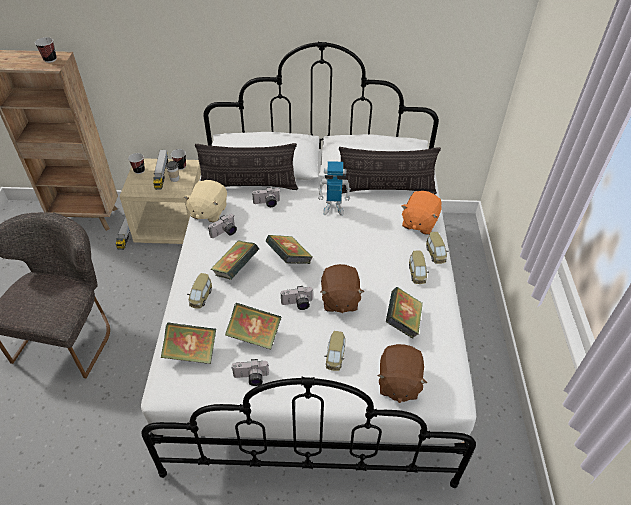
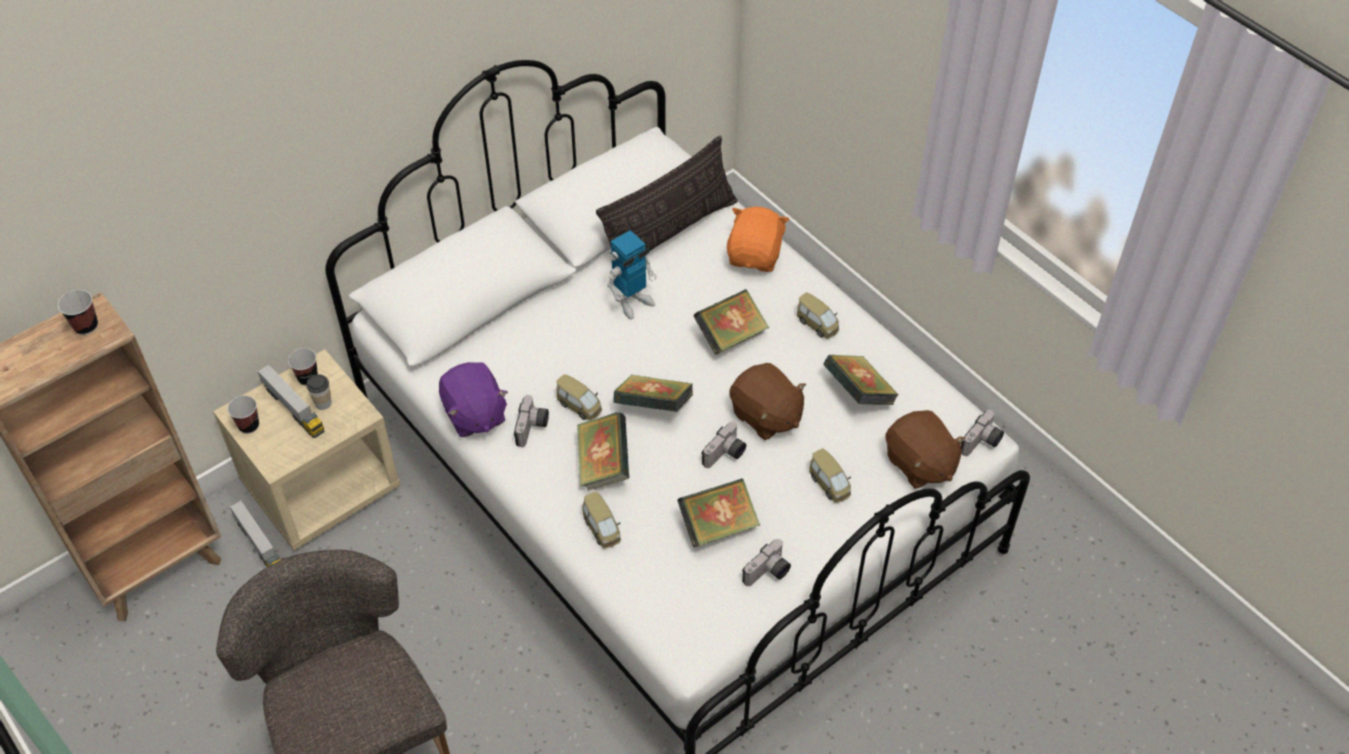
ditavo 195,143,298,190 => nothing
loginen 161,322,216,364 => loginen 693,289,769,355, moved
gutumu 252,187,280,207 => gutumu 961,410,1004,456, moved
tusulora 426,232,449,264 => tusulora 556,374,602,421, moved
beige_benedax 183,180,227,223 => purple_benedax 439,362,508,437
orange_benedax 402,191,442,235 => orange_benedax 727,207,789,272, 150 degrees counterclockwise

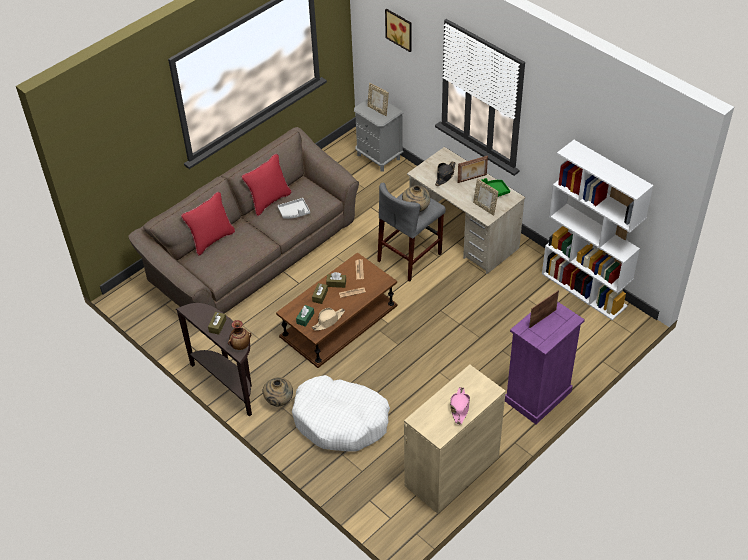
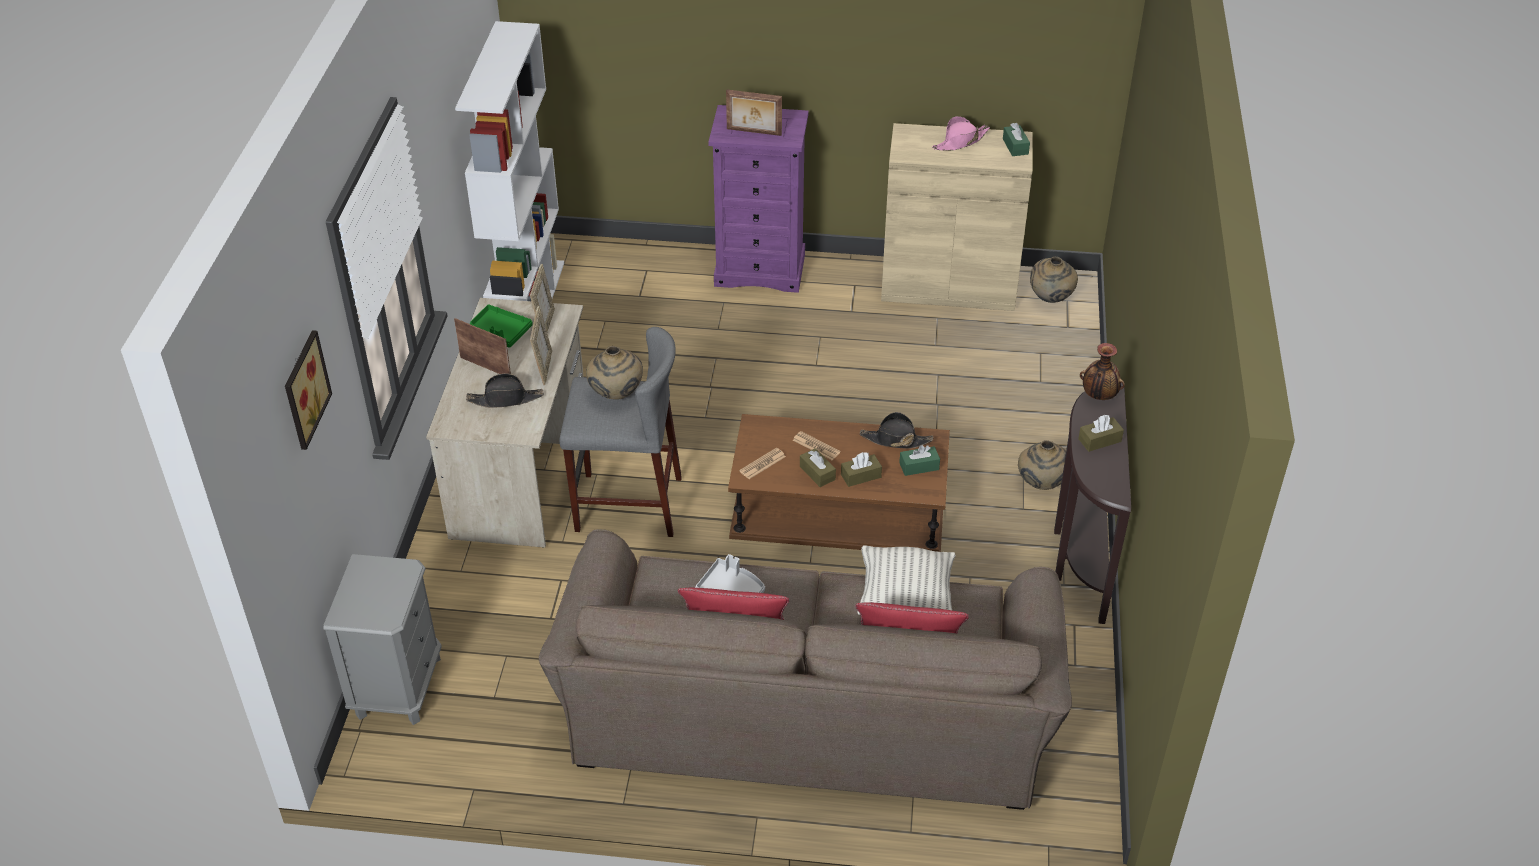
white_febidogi 292,375,390,452 => nothing
nothing => ditavo 857,545,956,615
nothing => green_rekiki 1003,123,1030,156
nothing => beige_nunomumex 1030,257,1078,303
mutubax 367,83,389,116 => mutubax 530,306,552,385, moved
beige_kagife 312,308,345,331 => black_kagife 860,412,933,449

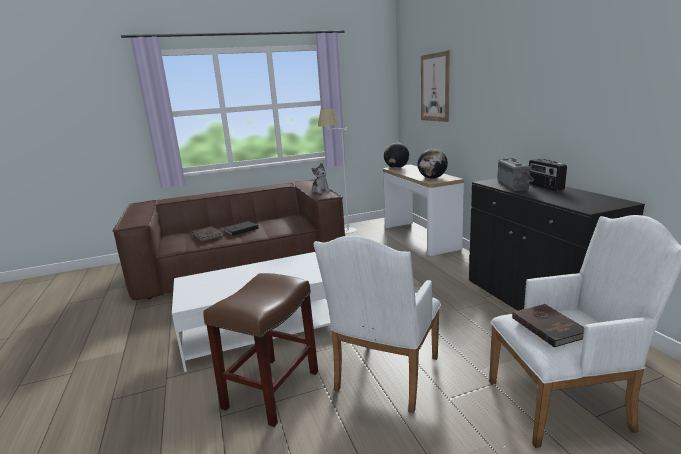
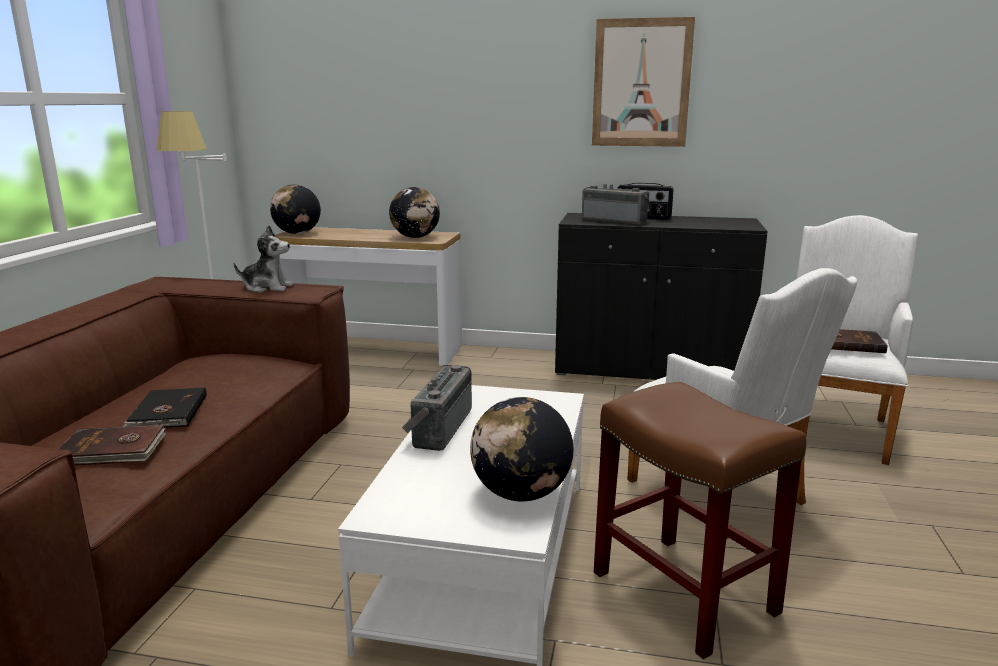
nothing => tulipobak 402,365,472,451
nothing => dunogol 470,397,574,501
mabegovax 421,50,450,122 => mabegovax 592,17,695,147, moved

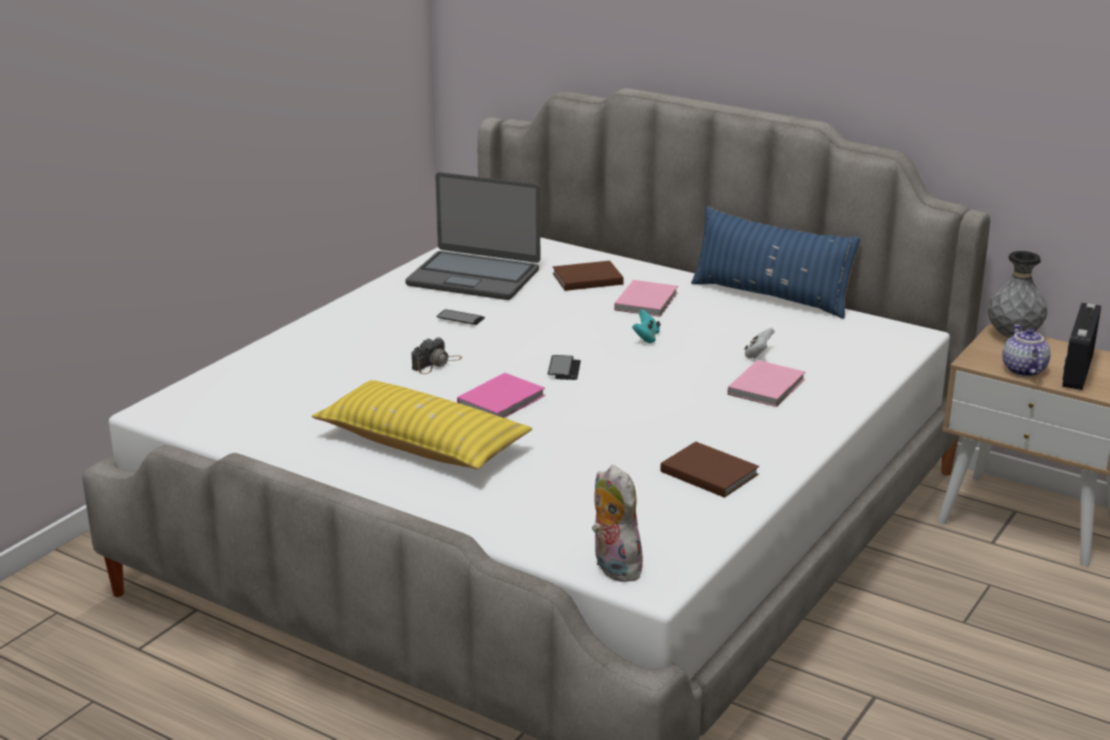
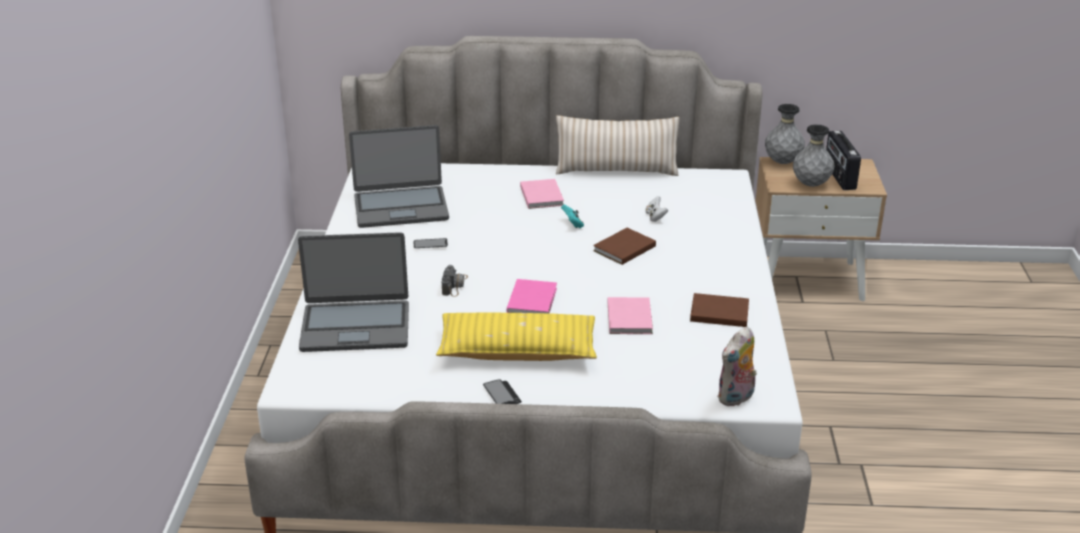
nothing => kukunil 298,232,409,352
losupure 548,355,581,380 => losupure 483,379,522,404, moved
brown_loginen 553,261,624,291 => brown_loginen 593,228,656,265, moved
pink_loginen 728,360,805,407 => pink_loginen 607,297,653,334, moved
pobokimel 1002,325,1051,377 => grey_nunomumex 793,125,834,187
blue_ditavo 691,207,861,319 => beige_ditavo 556,115,679,176
benedax 592,465,643,582 => benedax 717,327,757,406, 75 degrees counterclockwise

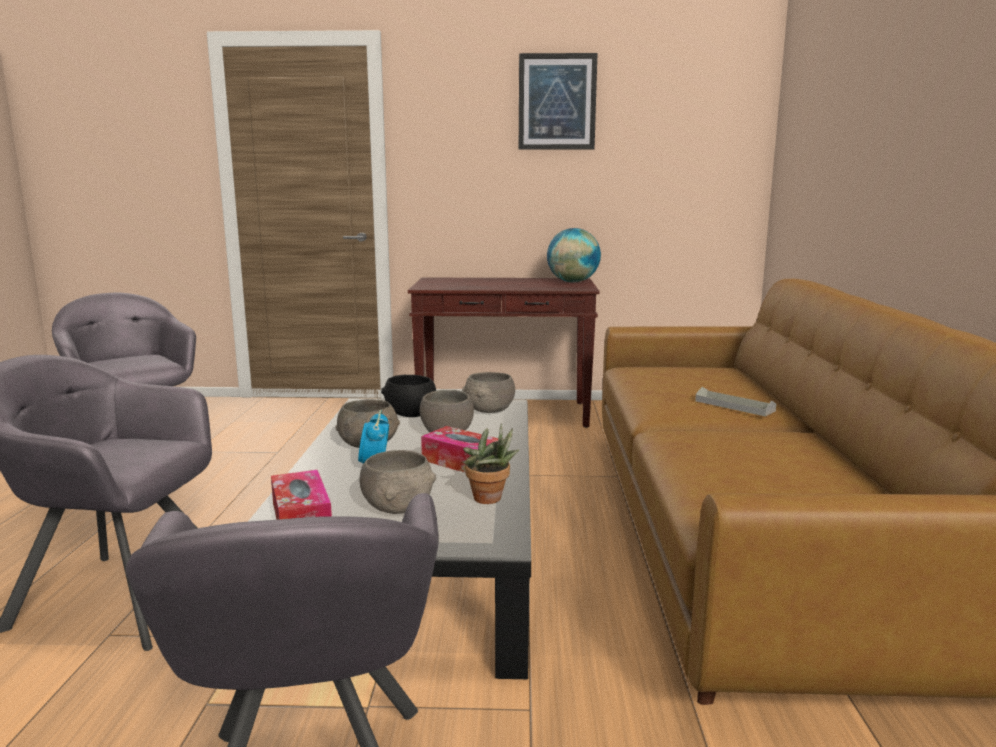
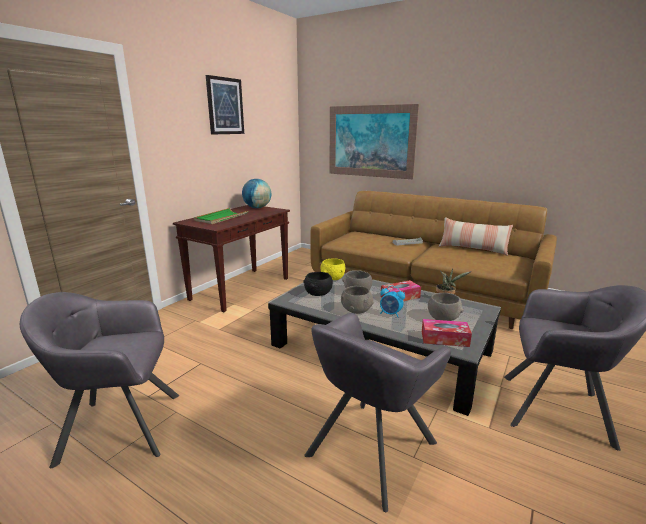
nothing => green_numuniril 194,208,248,224
nothing => mabegovax 329,104,419,179
nothing => ditavo 439,217,513,256
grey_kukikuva 462,372,515,413 => yellow_kukikuva 321,258,345,280

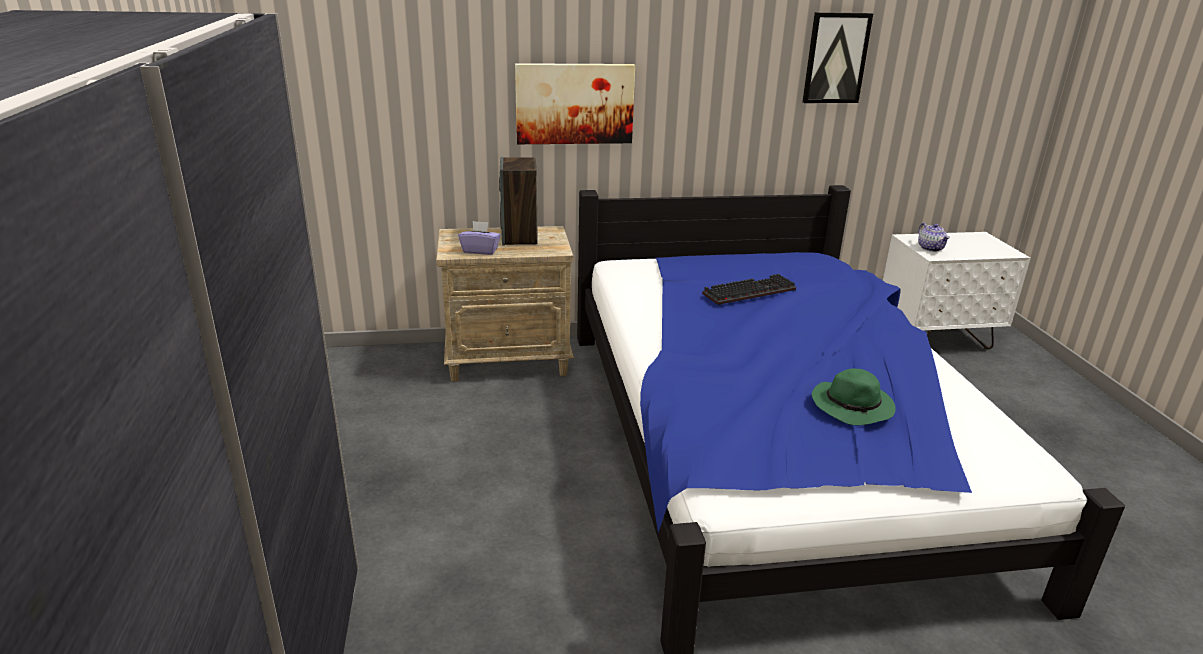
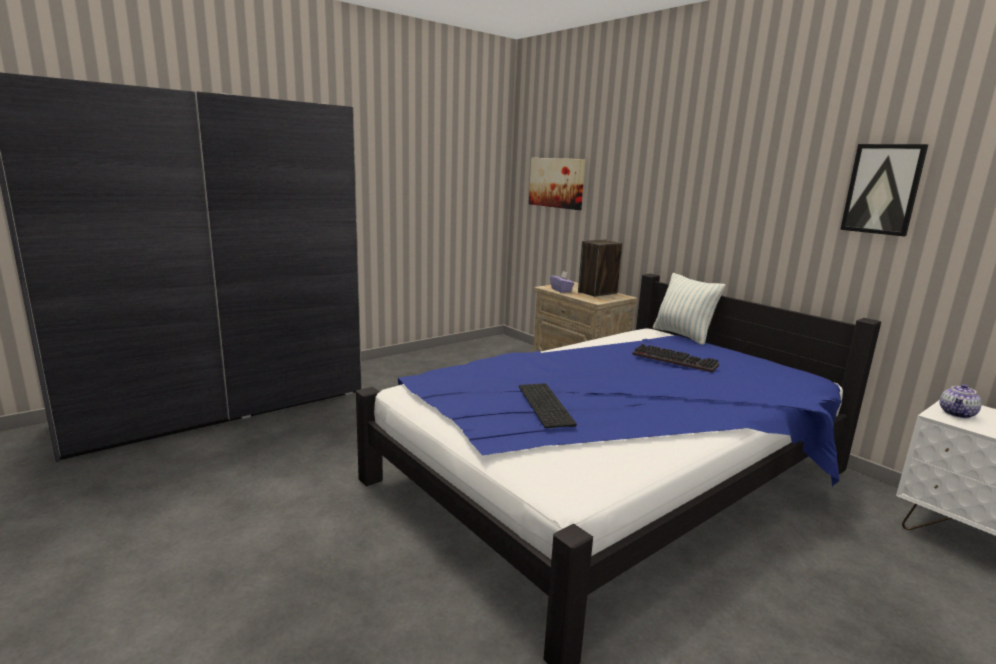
nothing => ditavo 653,273,725,345
mabegovax 515,63,635,144 => mabegovax 529,158,585,210, moved
green_kagife 812,369,896,425 => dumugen 519,383,577,428

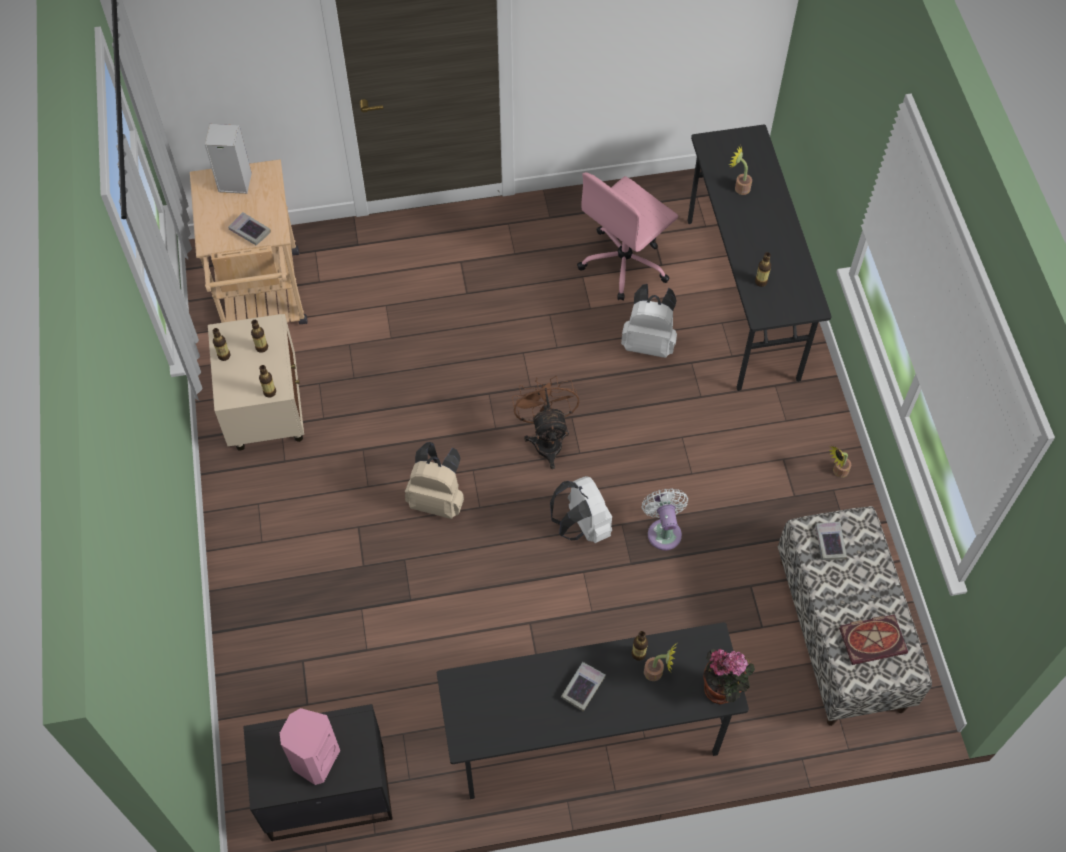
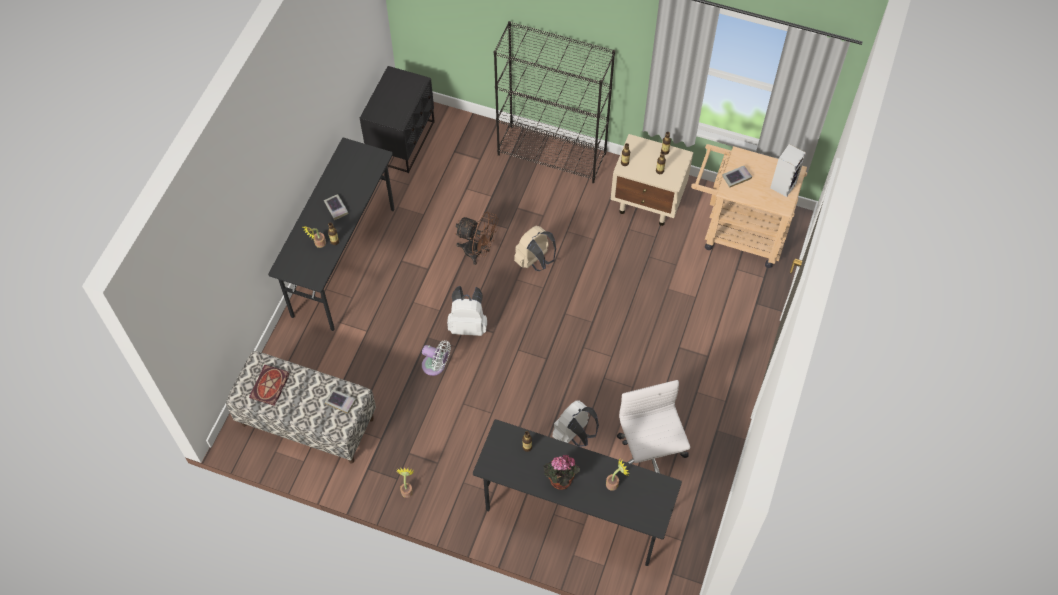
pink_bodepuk 280,708,340,785 => nothing
nothing => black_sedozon 494,21,615,183
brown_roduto 512,376,579,469 => brown_roduto 455,212,499,265, moved
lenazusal 703,649,755,705 => lenazusal 543,455,580,490, moved
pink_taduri 577,172,678,301 => white_taduri 617,380,690,473

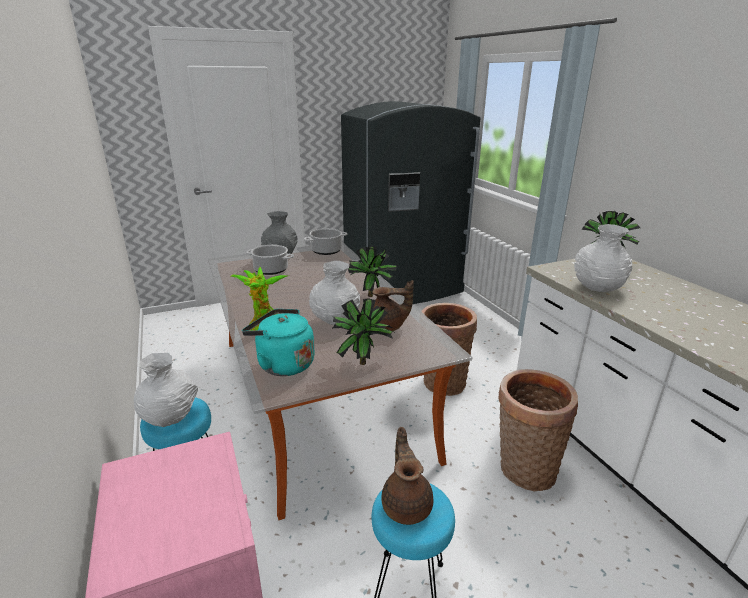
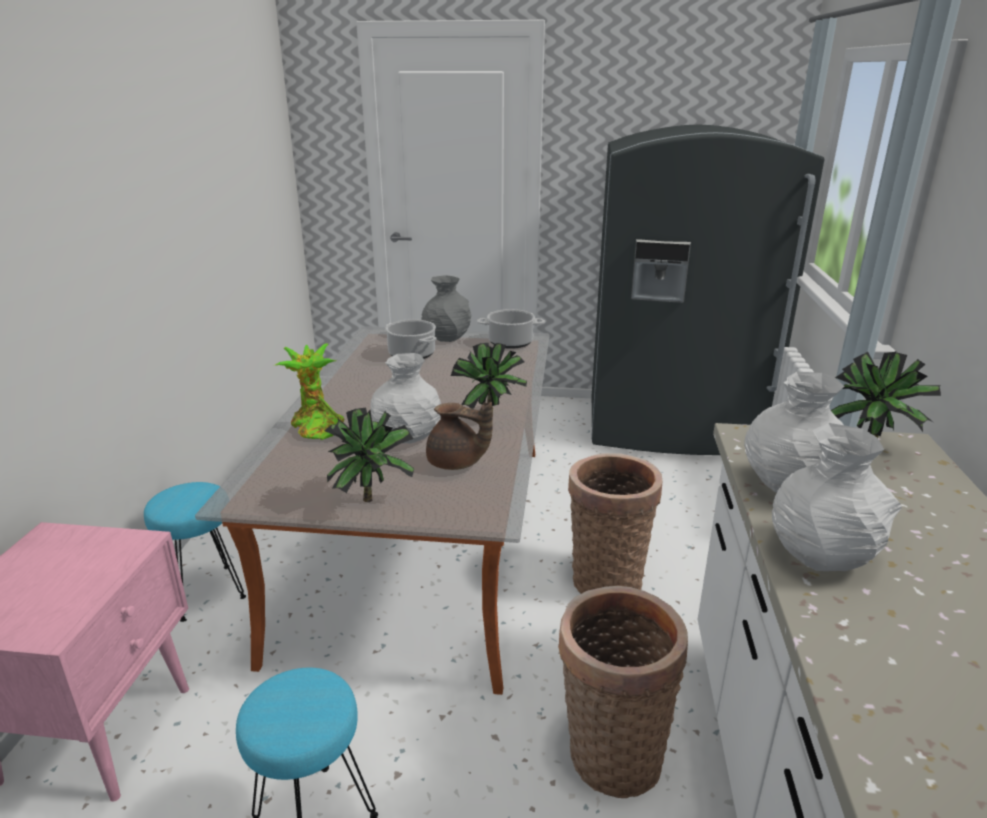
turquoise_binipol 242,309,314,376 => nothing
brown_pobokimel 381,427,433,525 => nothing
white_nunomumex 134,353,198,427 => white_nunomumex 772,423,902,571, moved

